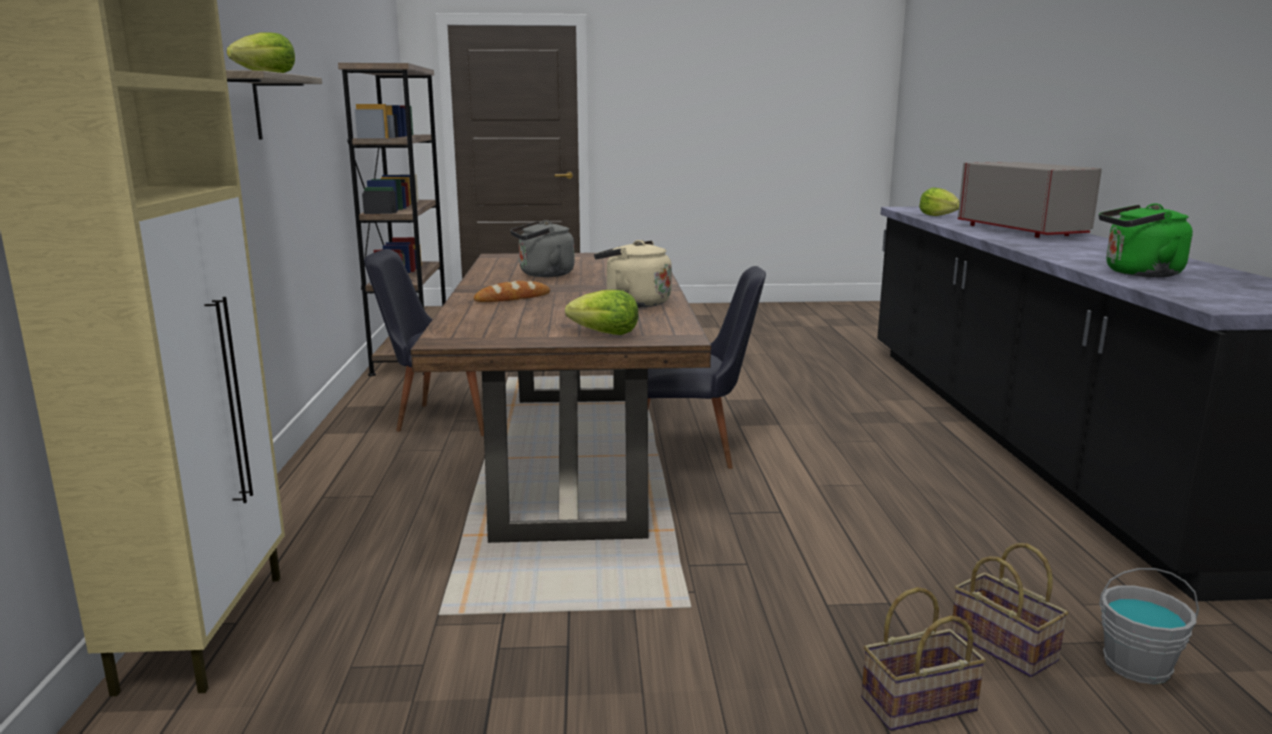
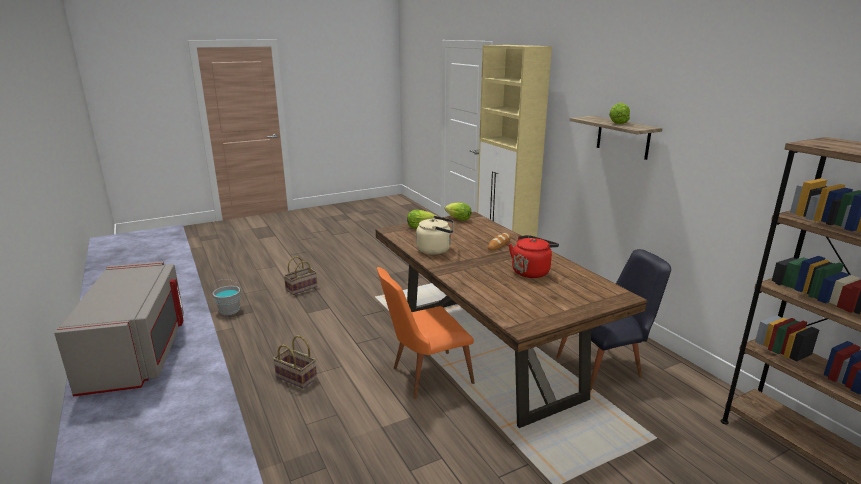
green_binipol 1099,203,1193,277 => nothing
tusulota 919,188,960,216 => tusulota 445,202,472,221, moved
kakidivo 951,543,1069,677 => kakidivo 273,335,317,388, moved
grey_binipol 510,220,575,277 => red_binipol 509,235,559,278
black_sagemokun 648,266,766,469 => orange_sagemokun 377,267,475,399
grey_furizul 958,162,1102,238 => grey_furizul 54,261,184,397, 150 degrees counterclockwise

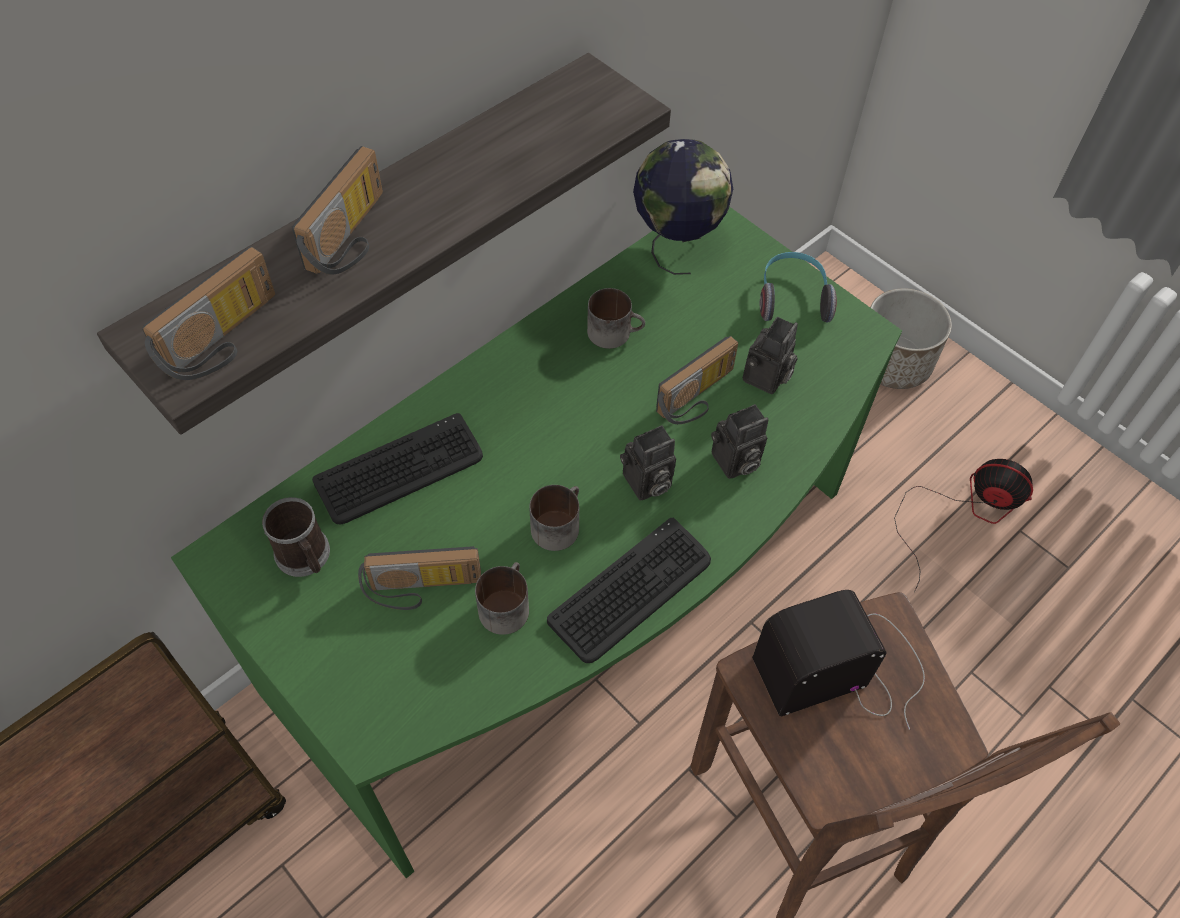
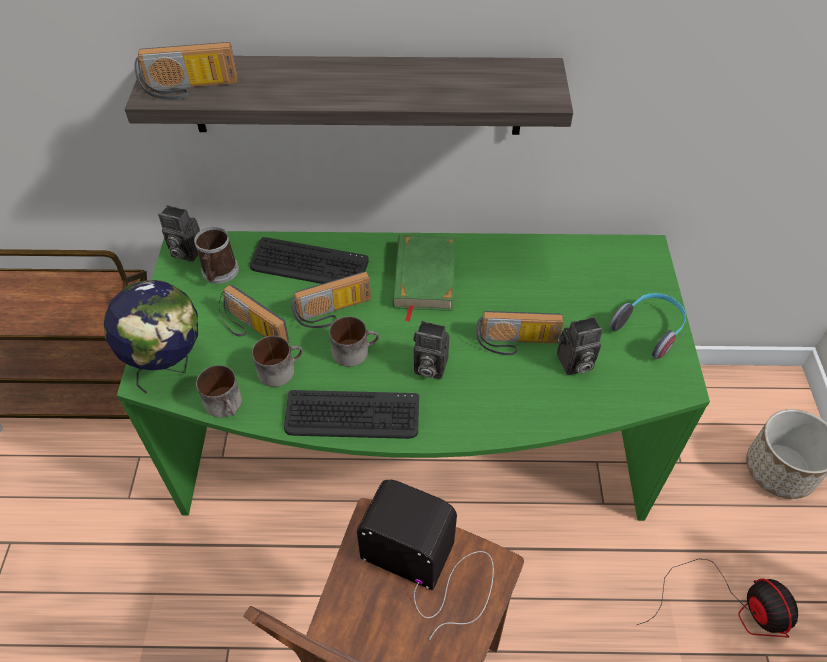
nothing => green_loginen 393,235,455,321
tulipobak 292,146,383,275 => tulipobak 291,271,371,328, moved
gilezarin 587,288,645,349 => gilezarin 196,365,242,418, moved
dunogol 633,139,733,275 => dunogol 104,280,198,394, moved
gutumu 711,404,768,479 => gutumu 158,205,200,262, moved

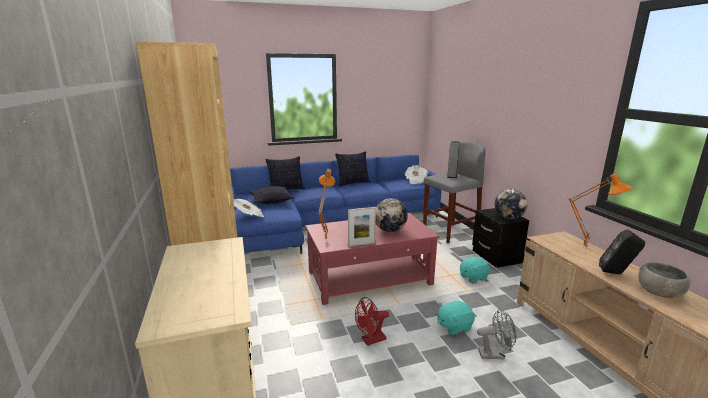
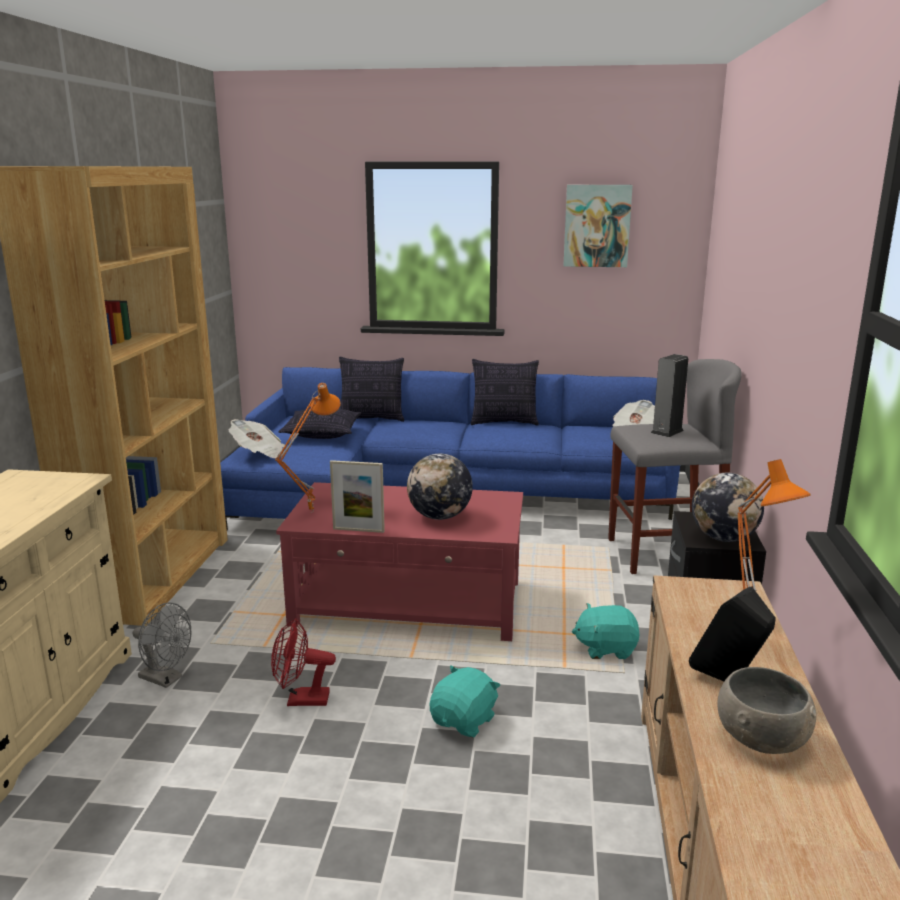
nothing => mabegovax 563,185,633,267
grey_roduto 477,308,516,360 => grey_roduto 133,603,191,688, moved
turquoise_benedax 437,301,475,336 => turquoise_benedax 429,665,501,738, 120 degrees clockwise

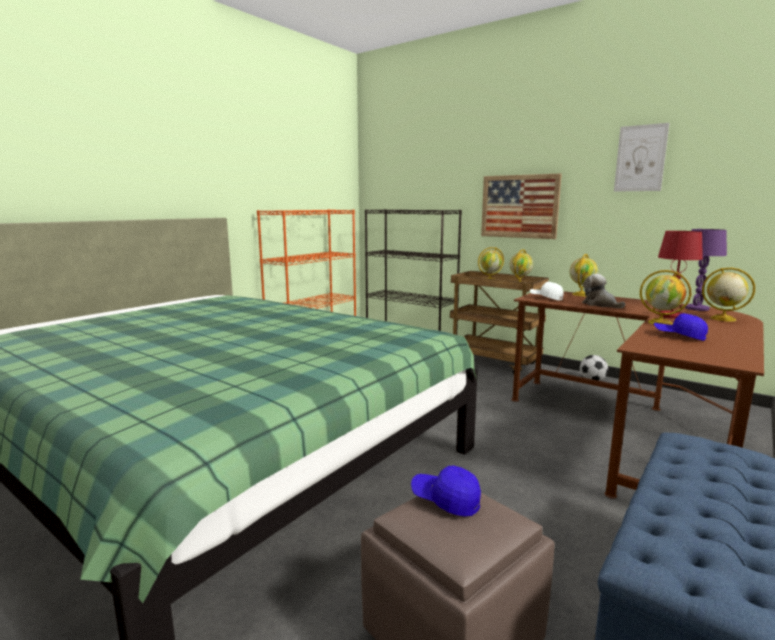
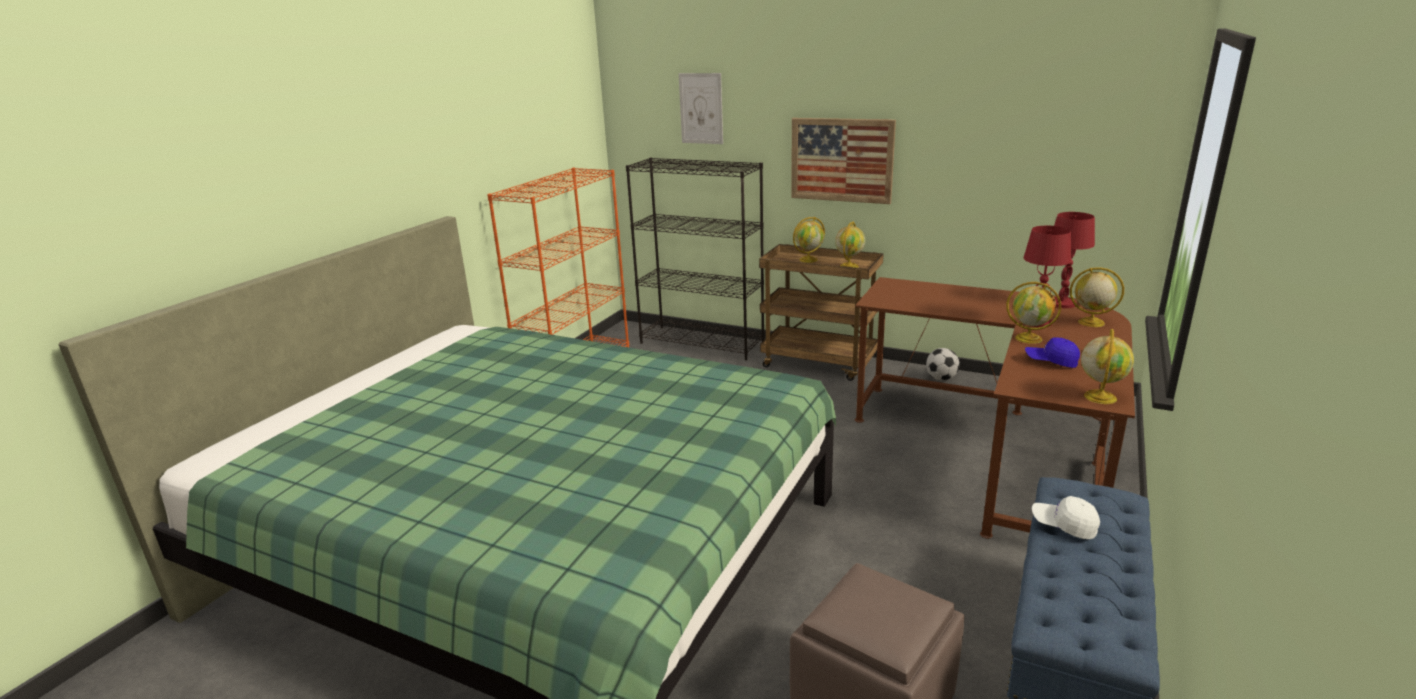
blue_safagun 411,466,481,517 => nothing
benedax 582,274,625,308 => nothing
white_safagun 530,282,564,301 => white_safagun 1032,496,1100,539, moved
dunogol 569,254,598,296 => dunogol 1081,329,1134,404, moved
mabegovax 614,123,669,192 => mabegovax 679,73,723,144, moved
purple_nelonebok 685,229,727,311 => red_nelonebok 1054,212,1095,308

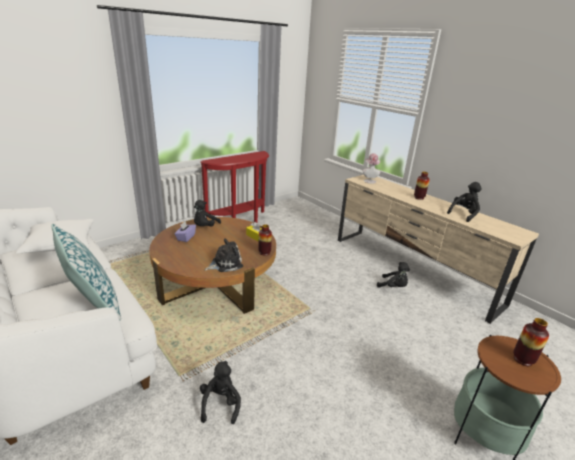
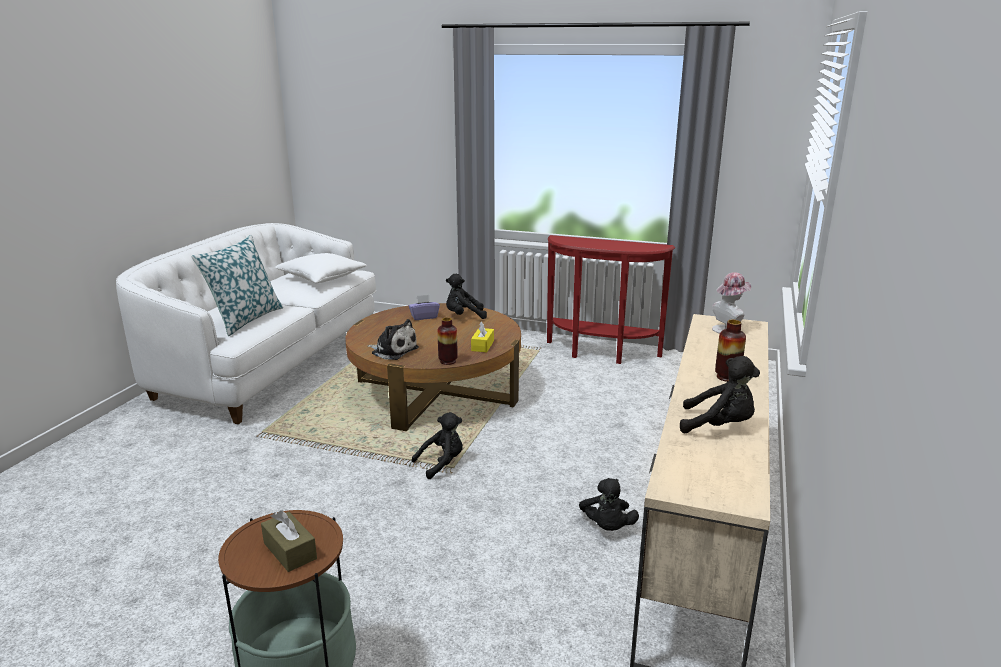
black_benedax 200,361,241,424 => black_benedax 412,412,463,479, moved
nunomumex 513,318,549,366 => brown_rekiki 261,510,317,572

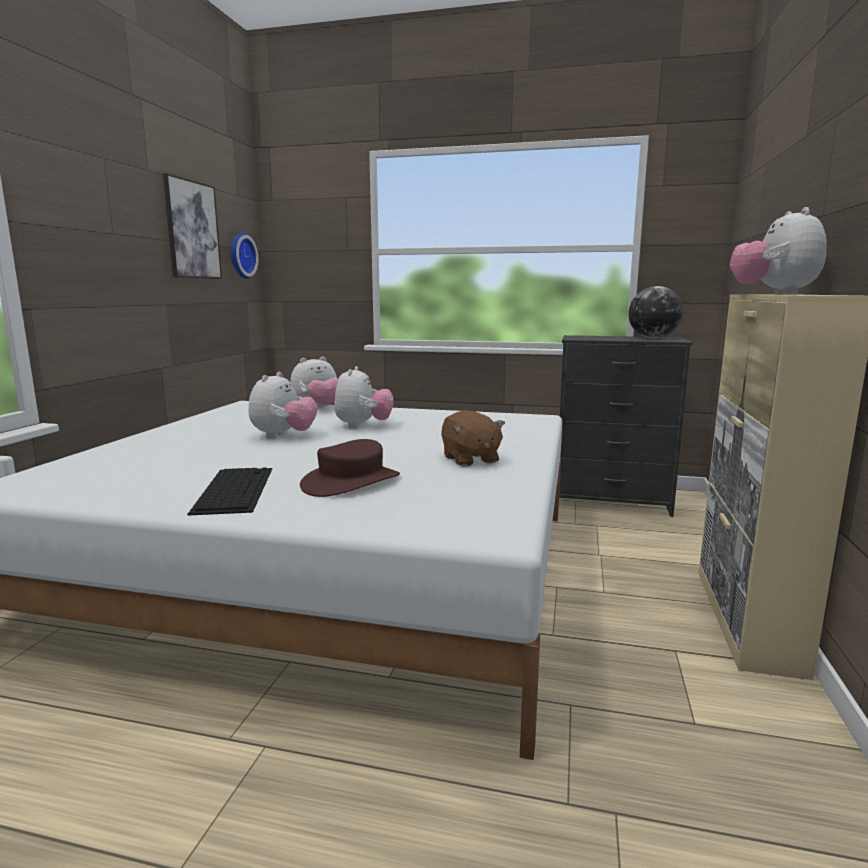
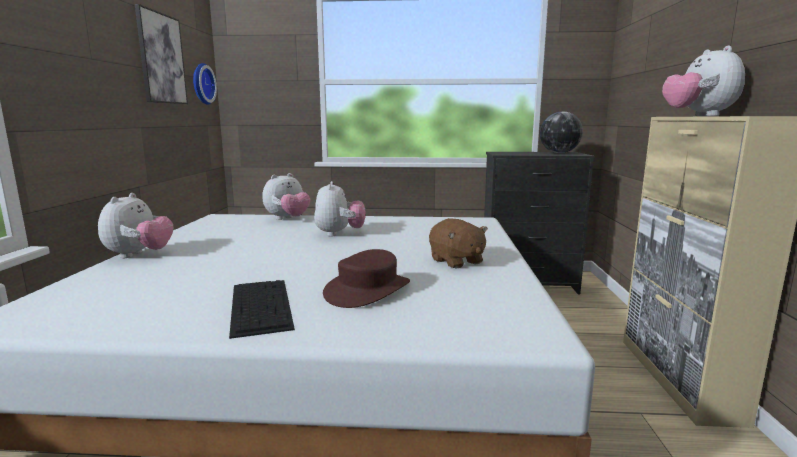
benedax 248,372,317,438 => benedax 98,193,173,258, moved

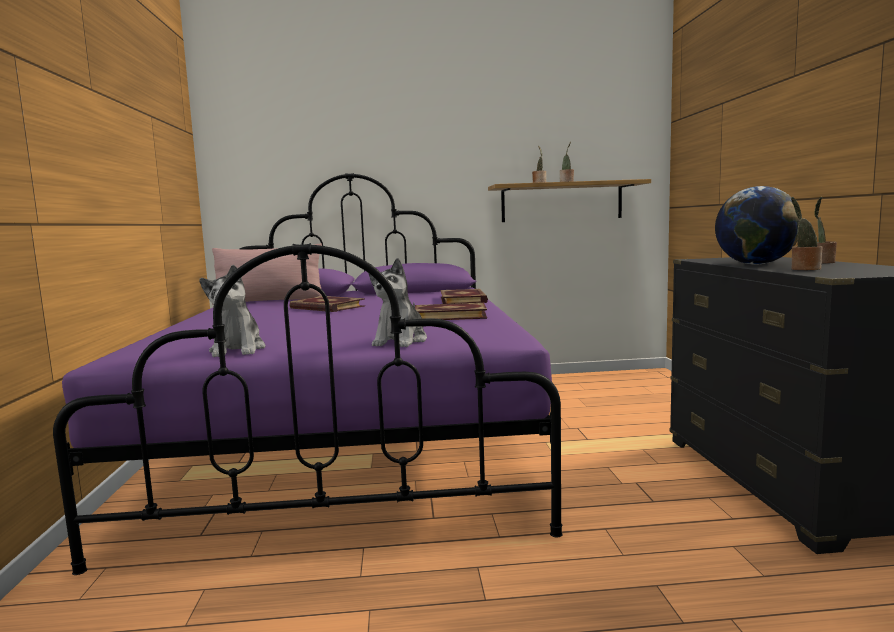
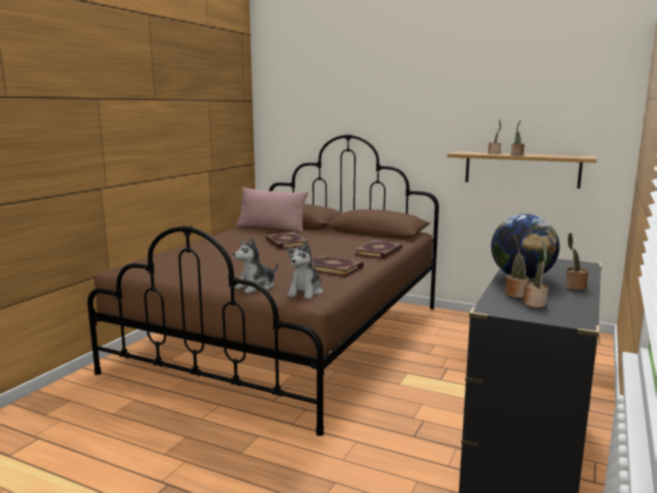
nothing => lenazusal 523,242,548,308
benedax 199,265,266,357 => benedax 286,241,323,299, moved
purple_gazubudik 53,173,563,575 => brown_gazubudik 87,134,439,436

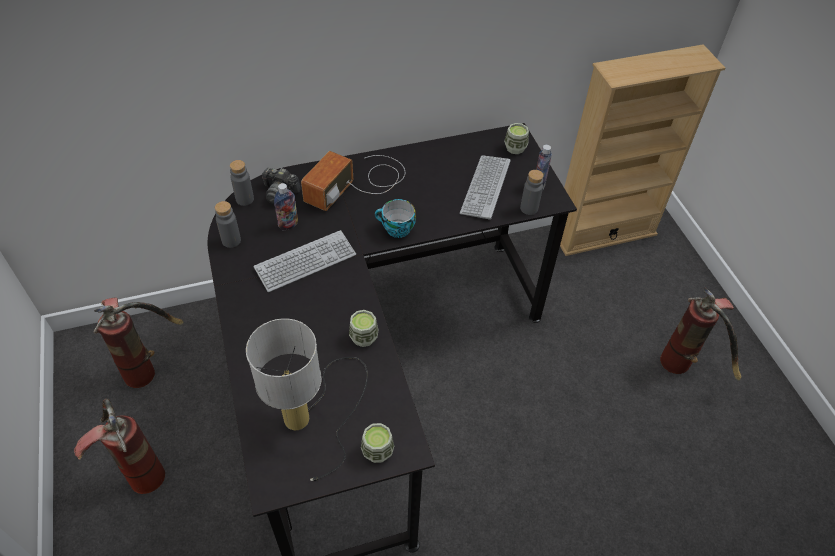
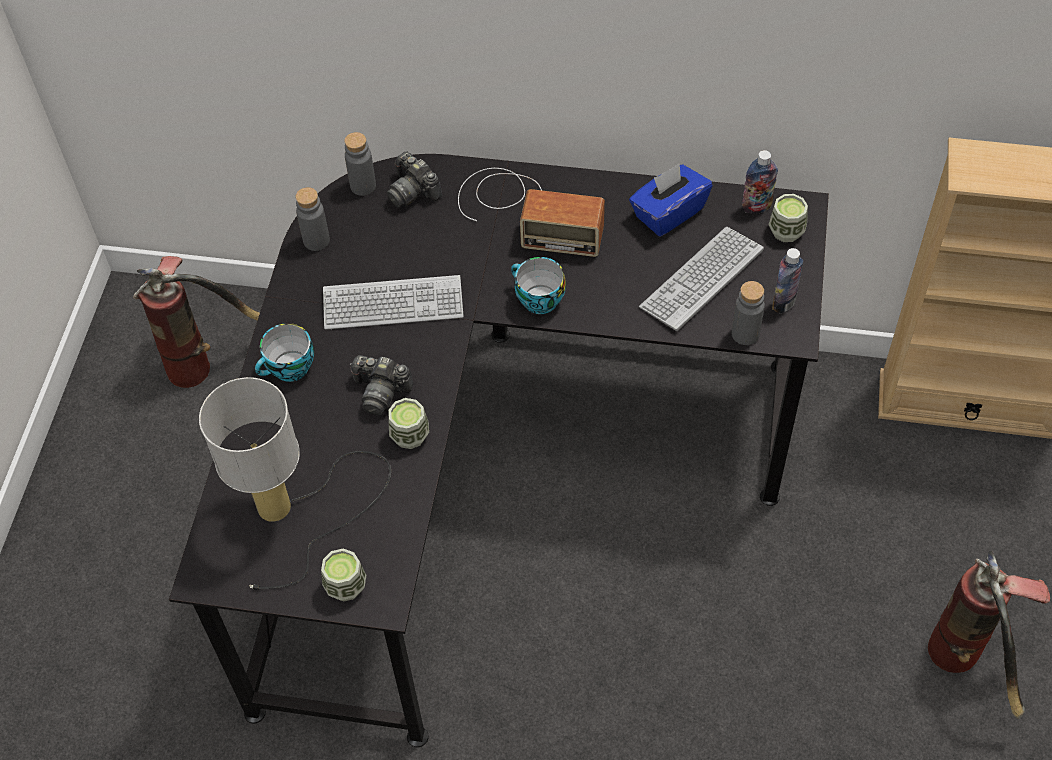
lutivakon 74,398,165,494 => nothing
nothing => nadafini 255,323,314,382
nothing => gutumu 350,355,414,416
nothing => blue_rekiki 629,163,713,237
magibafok 274,183,298,230 => magibafok 742,150,778,214, moved
tulipobak 301,151,405,211 => tulipobak 458,168,605,257, 135 degrees counterclockwise

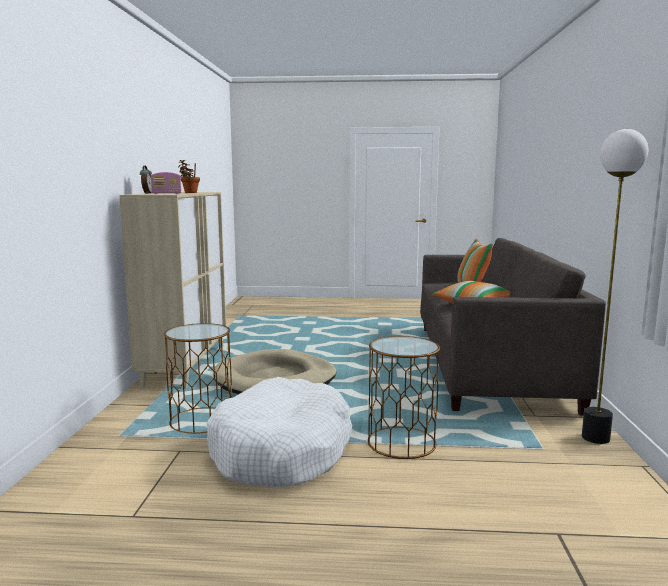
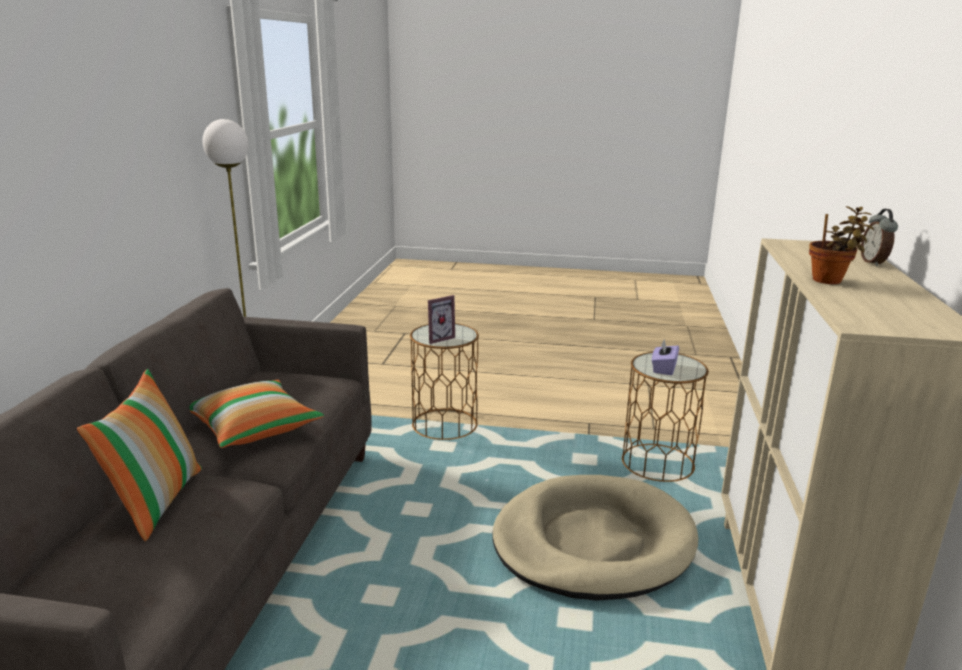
tulipobak 151,172,181,194 => nothing
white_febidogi 206,377,352,487 => nothing
nothing => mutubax 428,295,455,344
nothing => purple_rekiki 652,339,679,375

